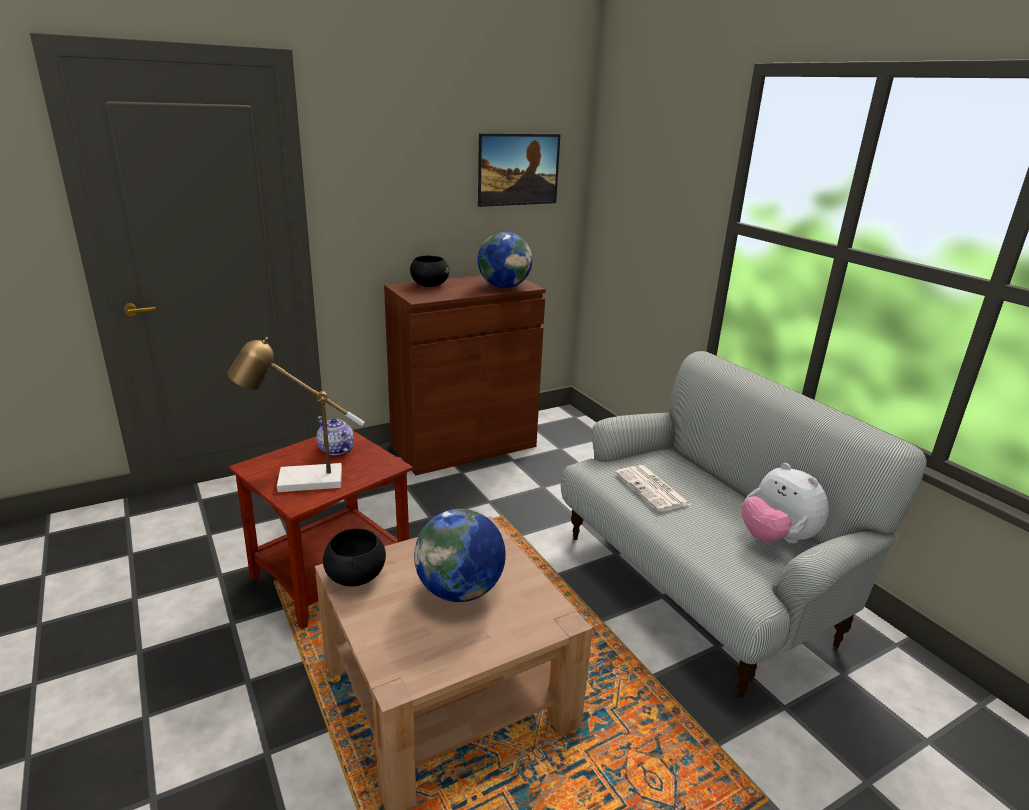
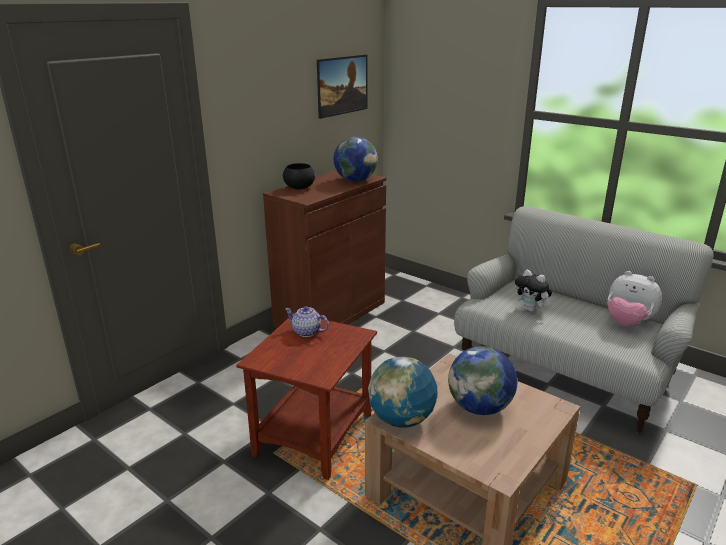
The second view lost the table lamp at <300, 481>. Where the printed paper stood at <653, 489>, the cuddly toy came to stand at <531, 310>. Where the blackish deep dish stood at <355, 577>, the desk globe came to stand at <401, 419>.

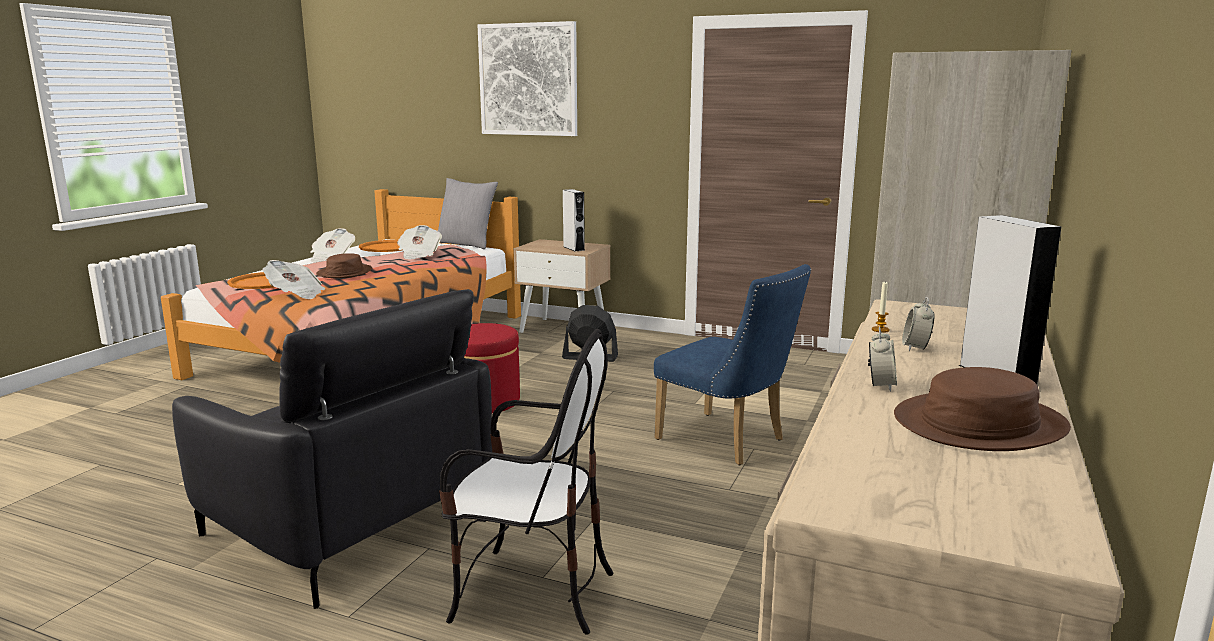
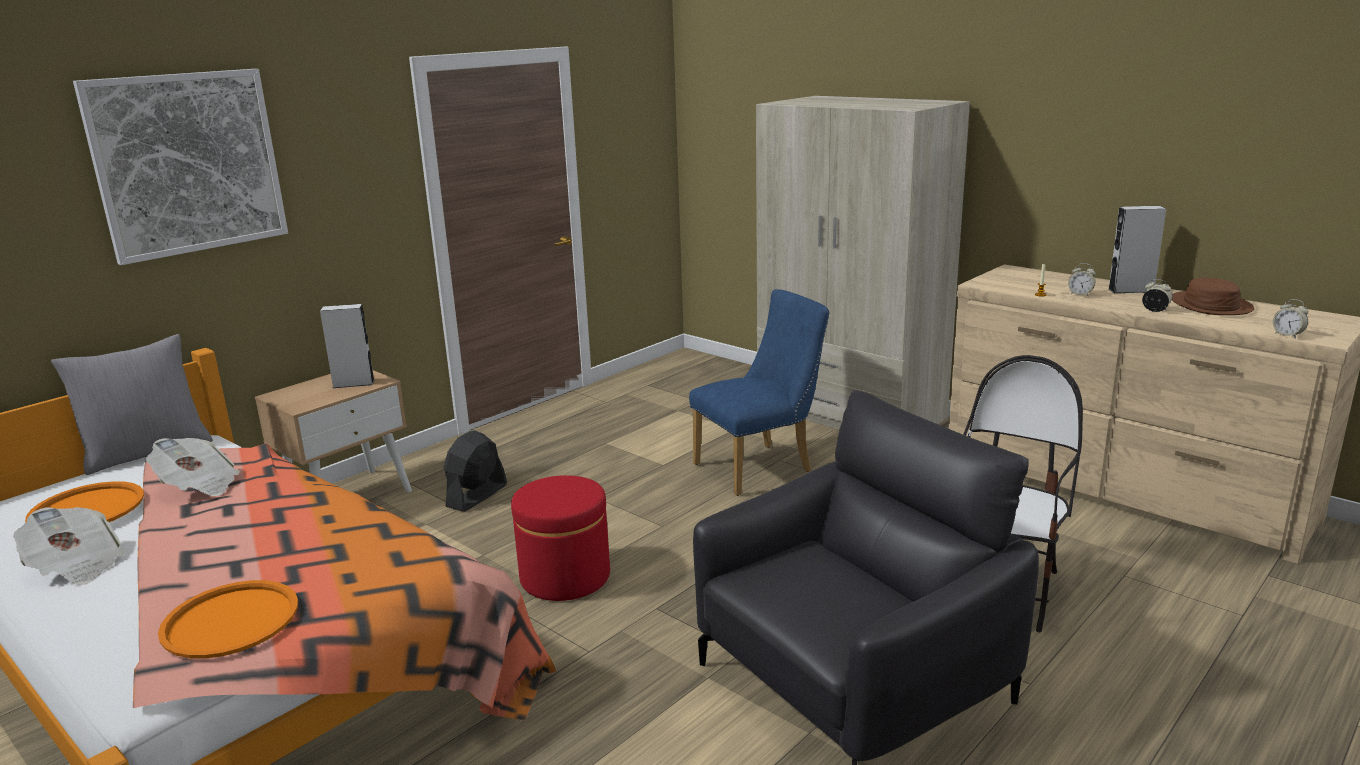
The second view lost the brown wearable hat at <344, 272>. The second view lost the printed paper at <296, 294>. The second view gained the bedside clock at <1287, 335>.

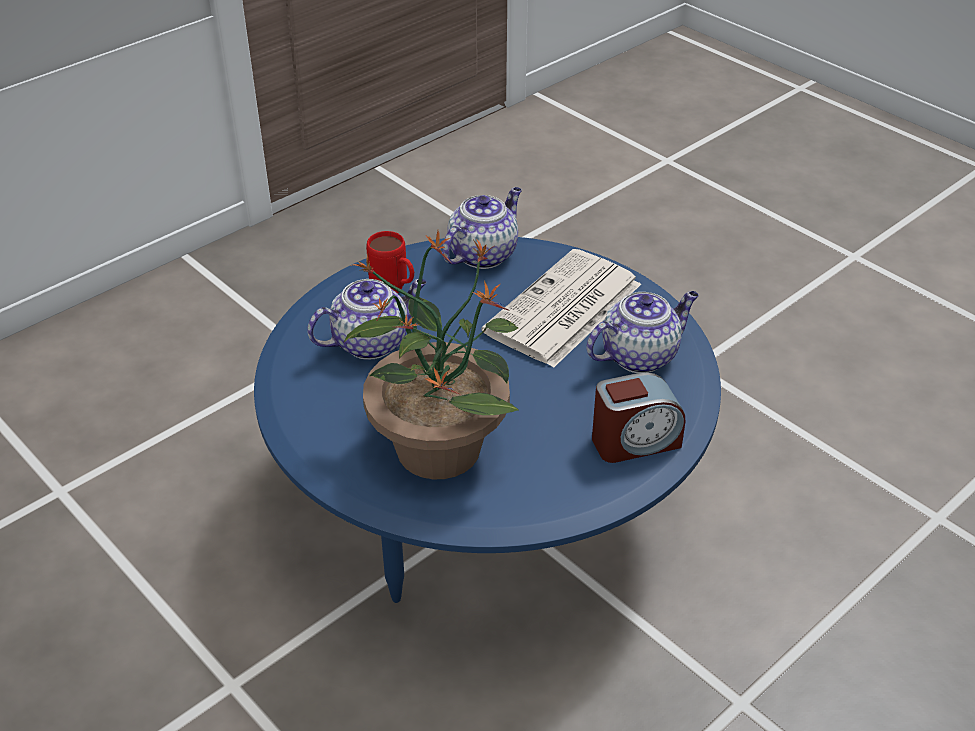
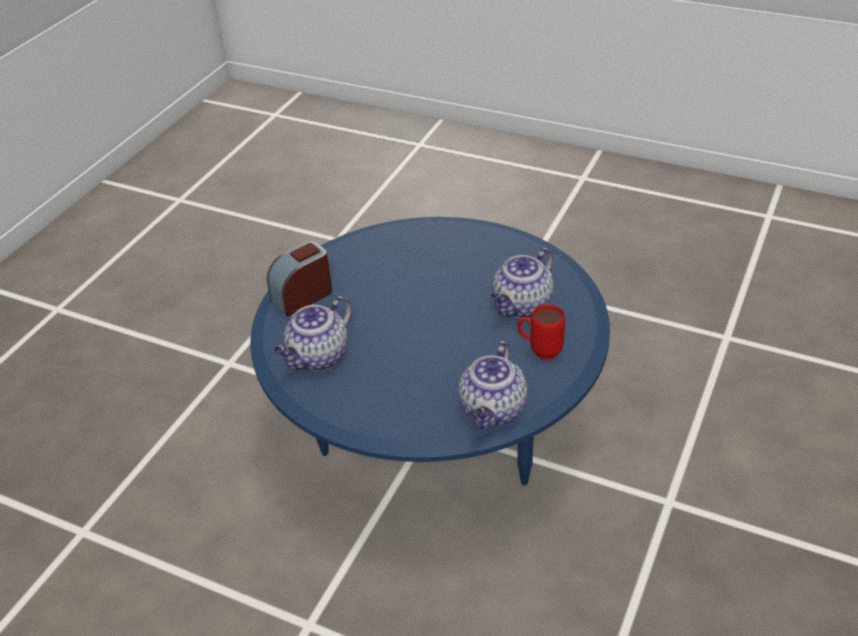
The second view lost the potted plant at <438, 446>. The second view lost the printed paper at <563, 310>.

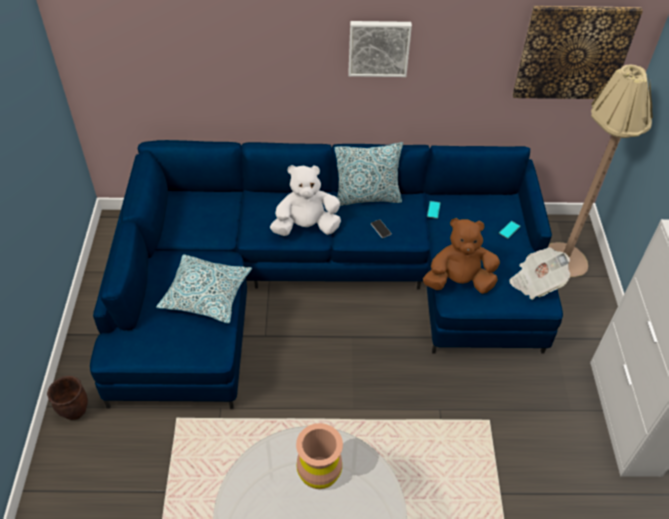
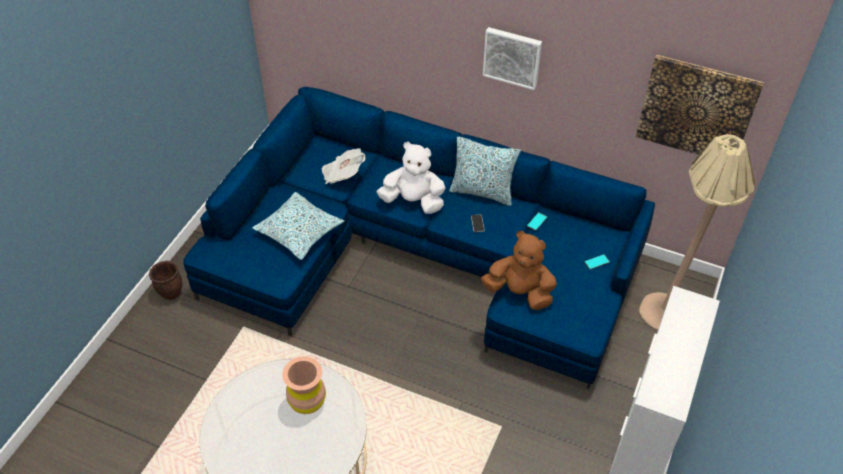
The printed paper ended up elsewhere, having gone from <536, 282> to <343, 174>.

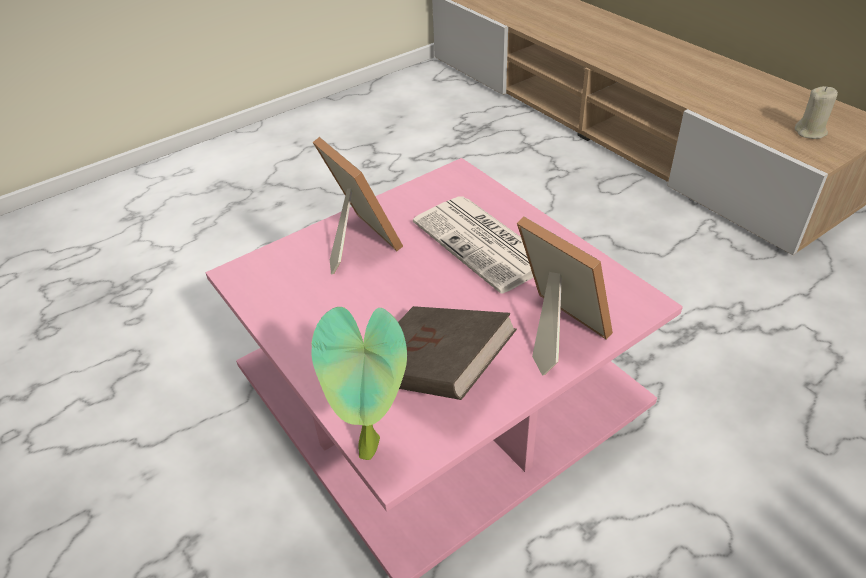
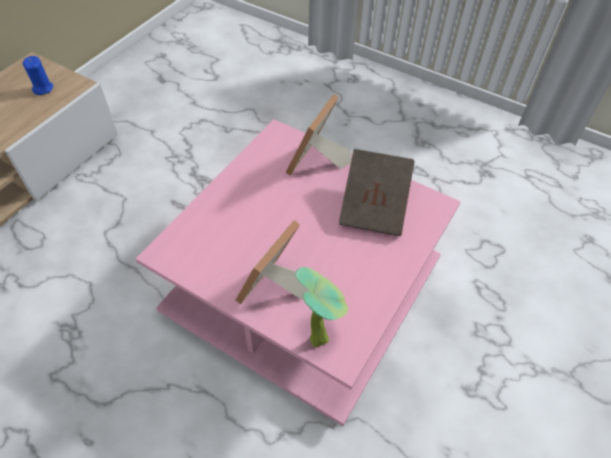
What was the beige-coloured candle at <810, 132> turned into the blue candle at <43, 88>. The second view lost the printed paper at <485, 244>. The potted plant ended up elsewhere, having gone from <373, 451> to <320, 337>.

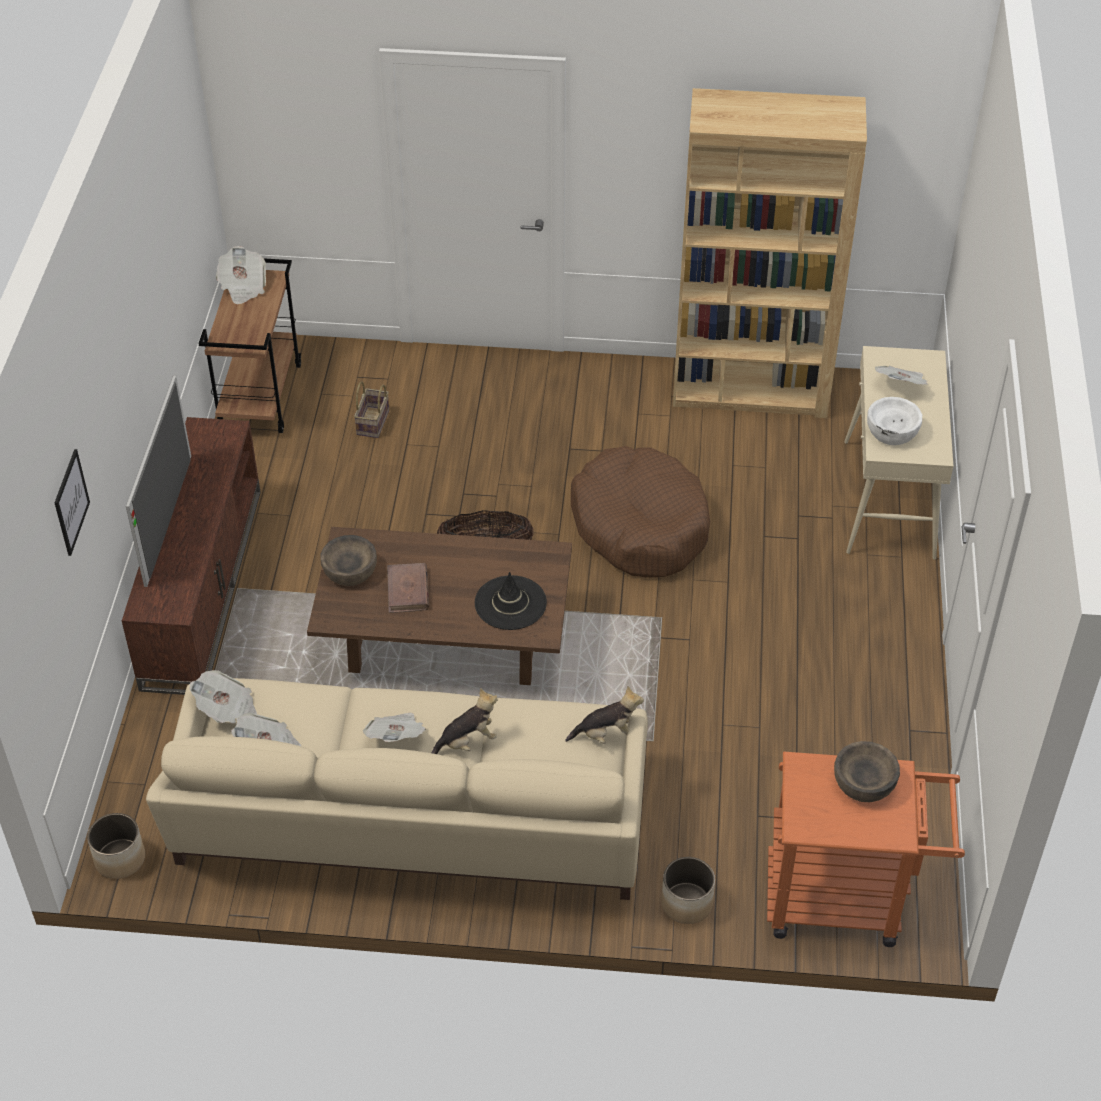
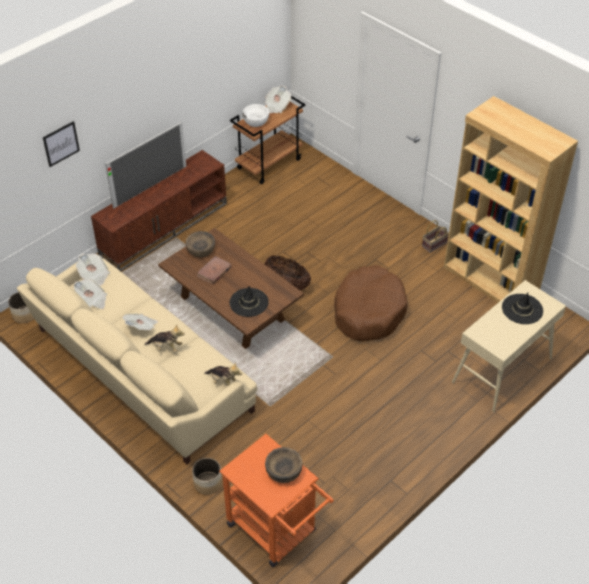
Where the printed paper stood at <901, 386>, the blackish wearable hat came to stand at <522, 309>. The household basket ended up elsewhere, having gone from <373, 423> to <434, 245>. The white deep dish ended up elsewhere, having gone from <892, 432> to <256, 121>.

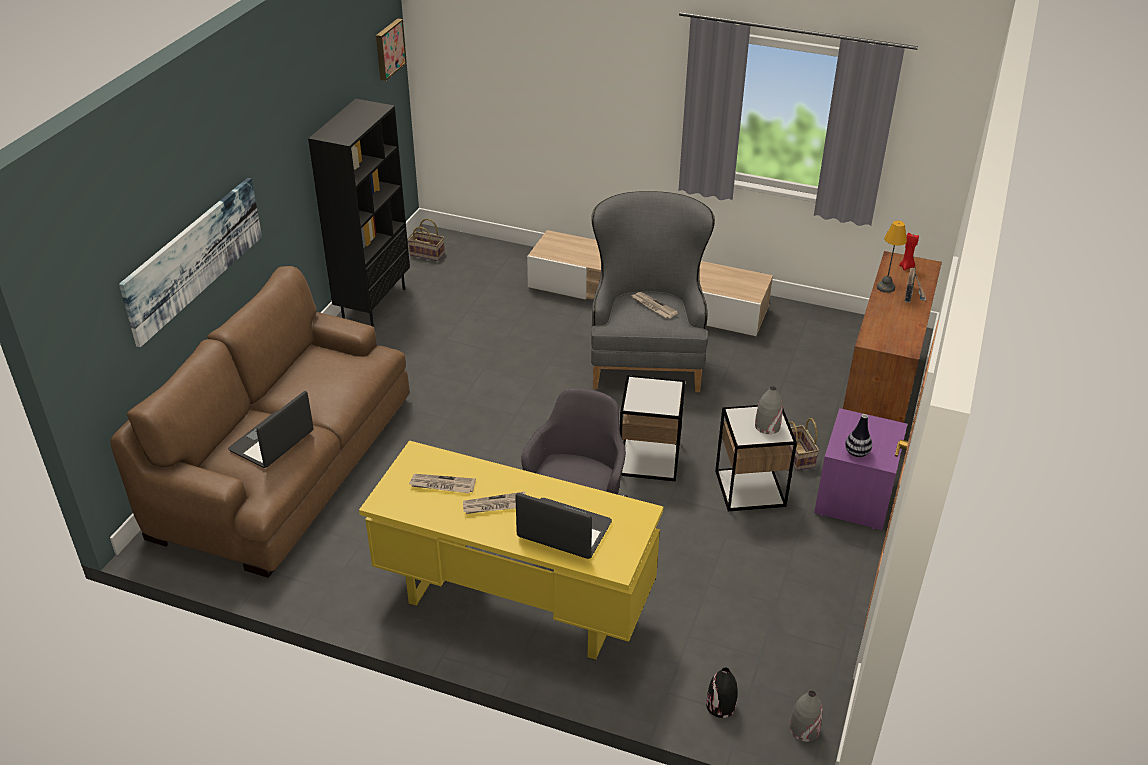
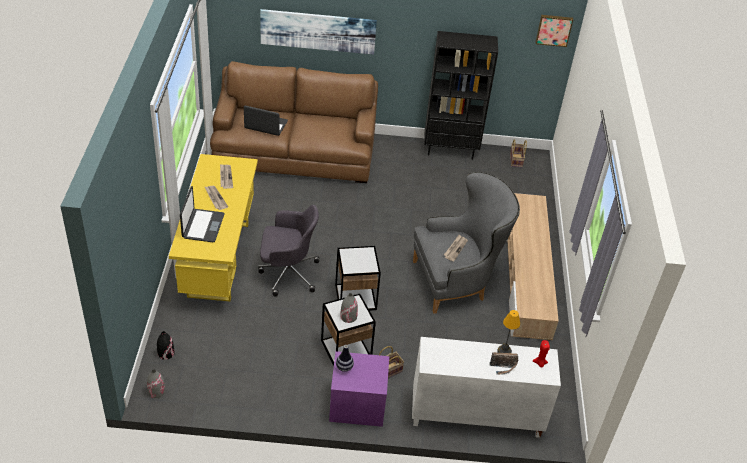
What was the brown cabinet at <881, 396> turned into the white cabinet at <475, 416>.

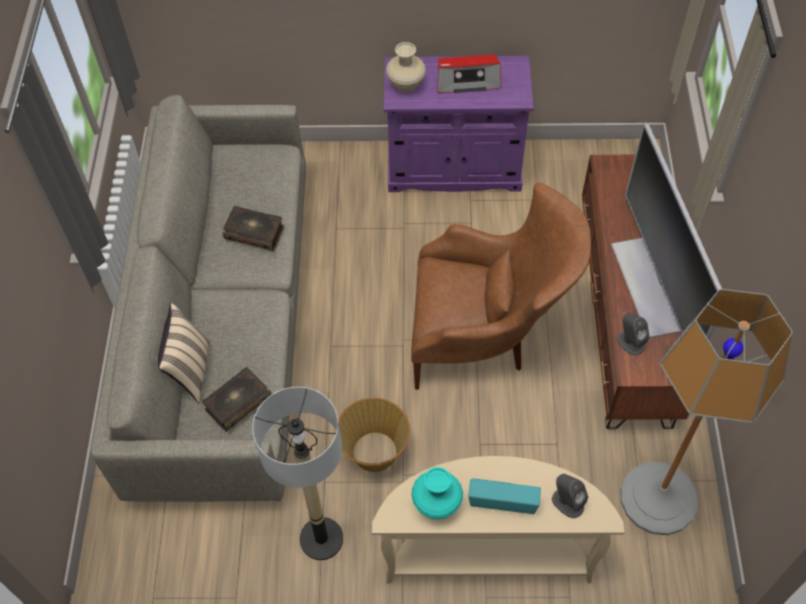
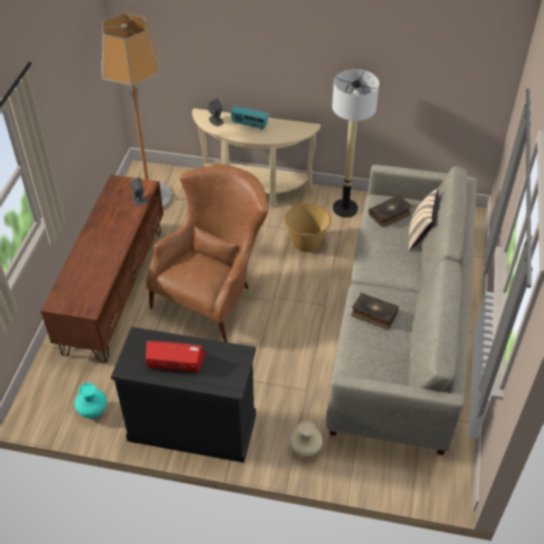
The beige-coloured flower vase ended up elsewhere, having gone from <405, 85> to <306, 449>. What was the purple-coloured cabinet at <454, 167> turned into the blackish cabinet at <192, 427>. The second view lost the TV set at <648, 286>. The brown easy chair at <487, 336> ended up facing another way, 105 degrees clockwise from before. The blue-green flower vase ended up elsewhere, having gone from <437, 504> to <93, 411>.

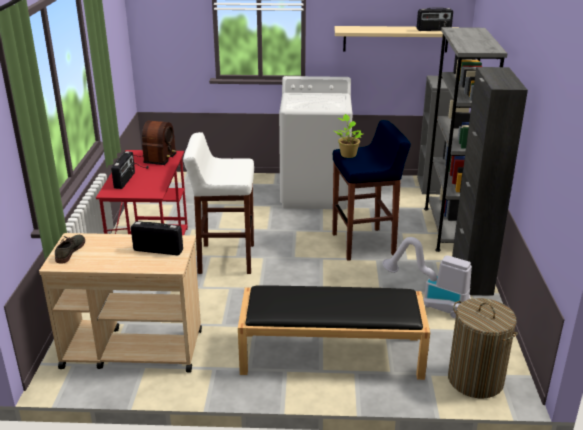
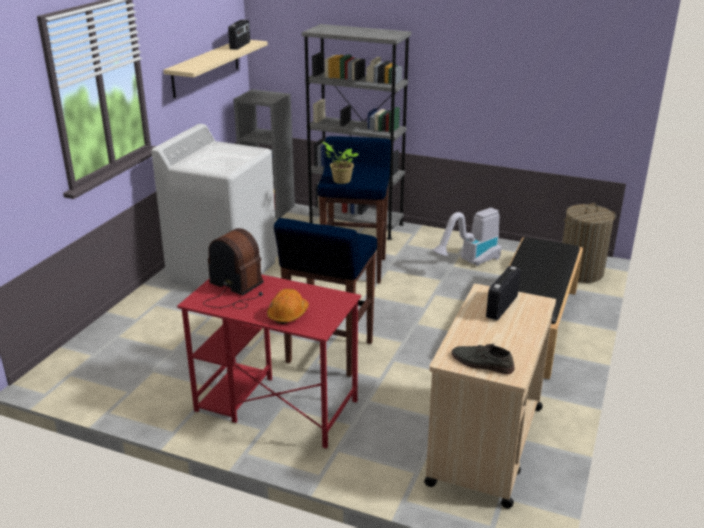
The second view lost the blackish cabinet at <471, 276>. What was the white stool seat at <225, 259> turned into the blue stool seat at <329, 353>. Where the radio set stood at <125, 180>, the orange work helmet came to stand at <288, 314>.

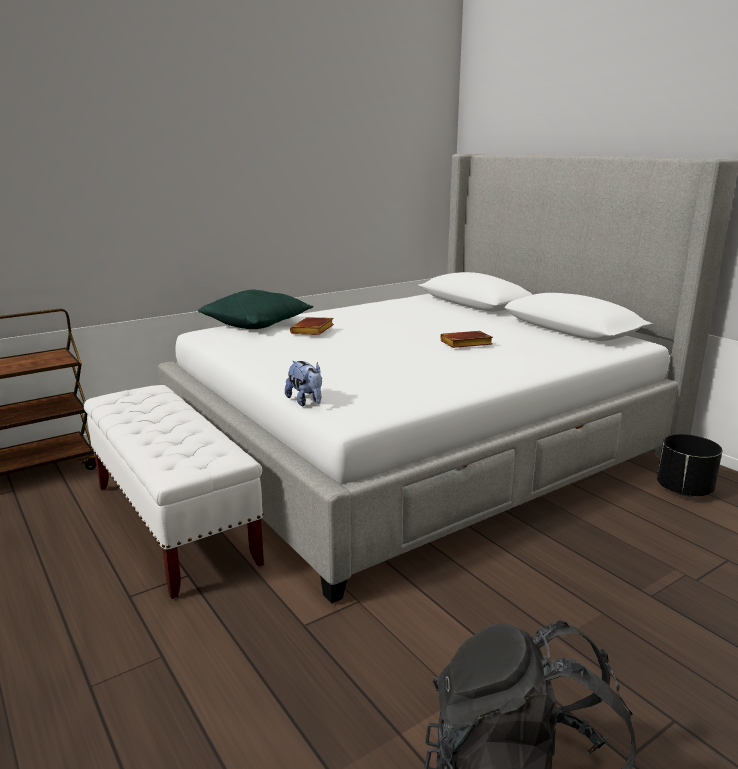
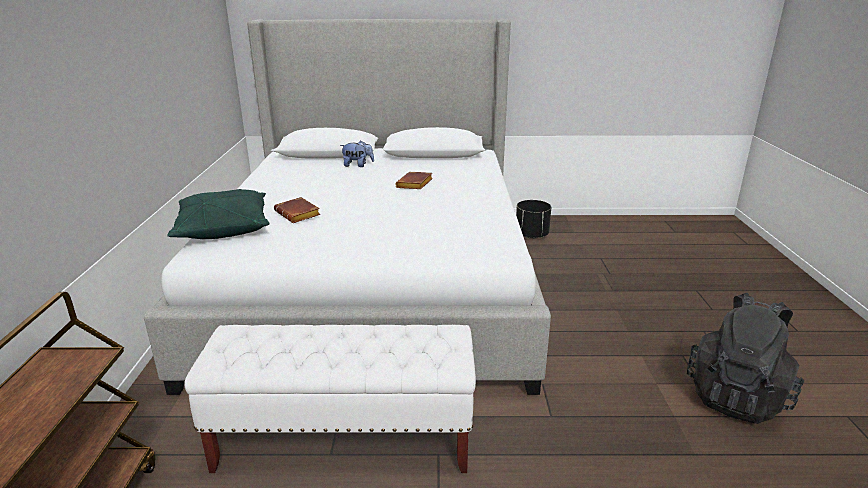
The cuddly toy ended up elsewhere, having gone from <306, 402> to <358, 165>.

